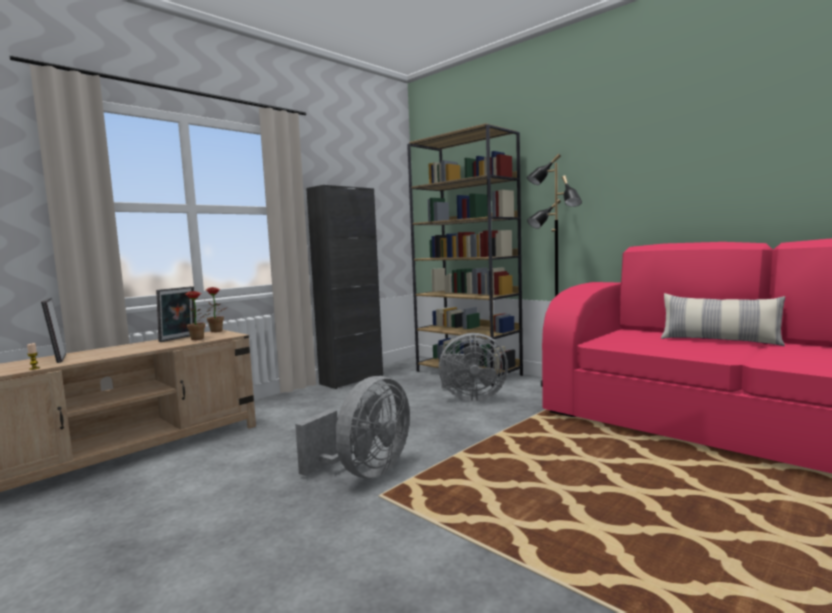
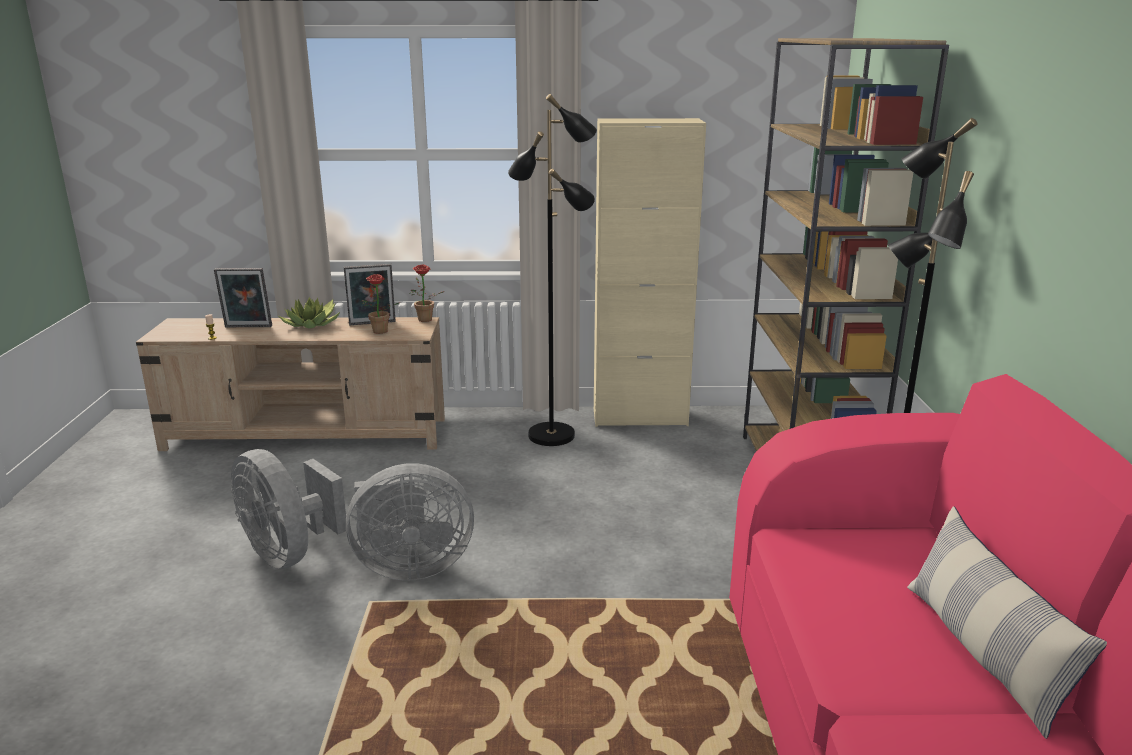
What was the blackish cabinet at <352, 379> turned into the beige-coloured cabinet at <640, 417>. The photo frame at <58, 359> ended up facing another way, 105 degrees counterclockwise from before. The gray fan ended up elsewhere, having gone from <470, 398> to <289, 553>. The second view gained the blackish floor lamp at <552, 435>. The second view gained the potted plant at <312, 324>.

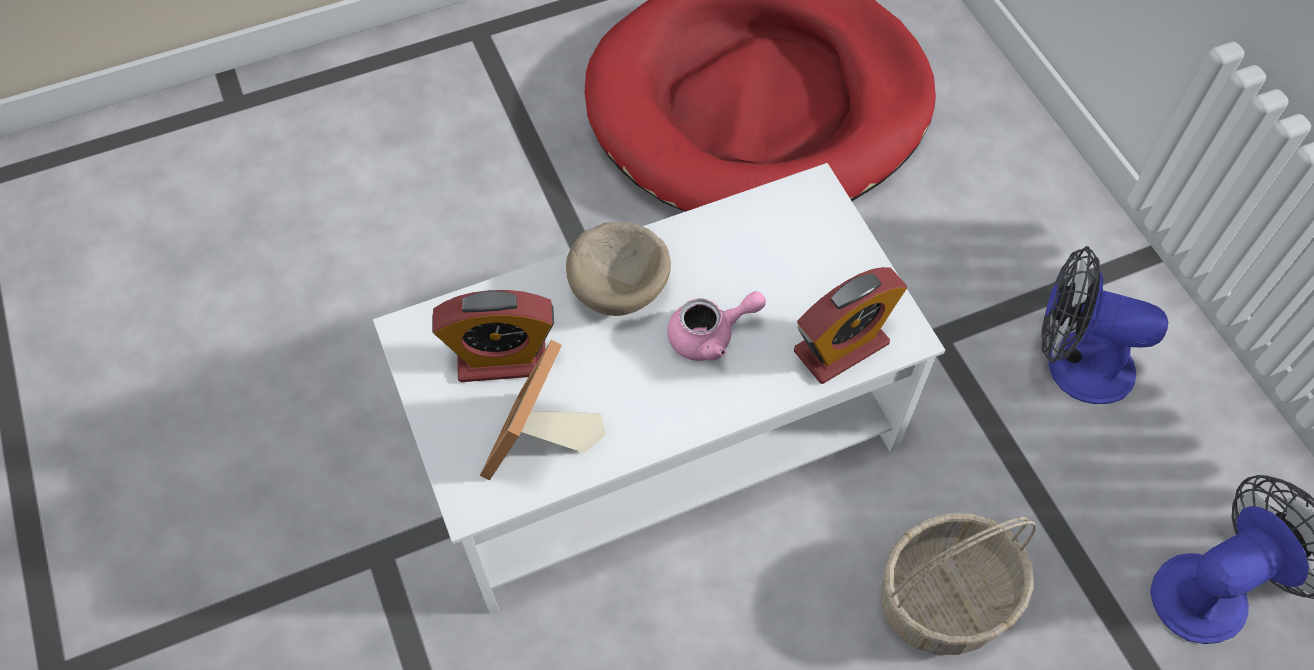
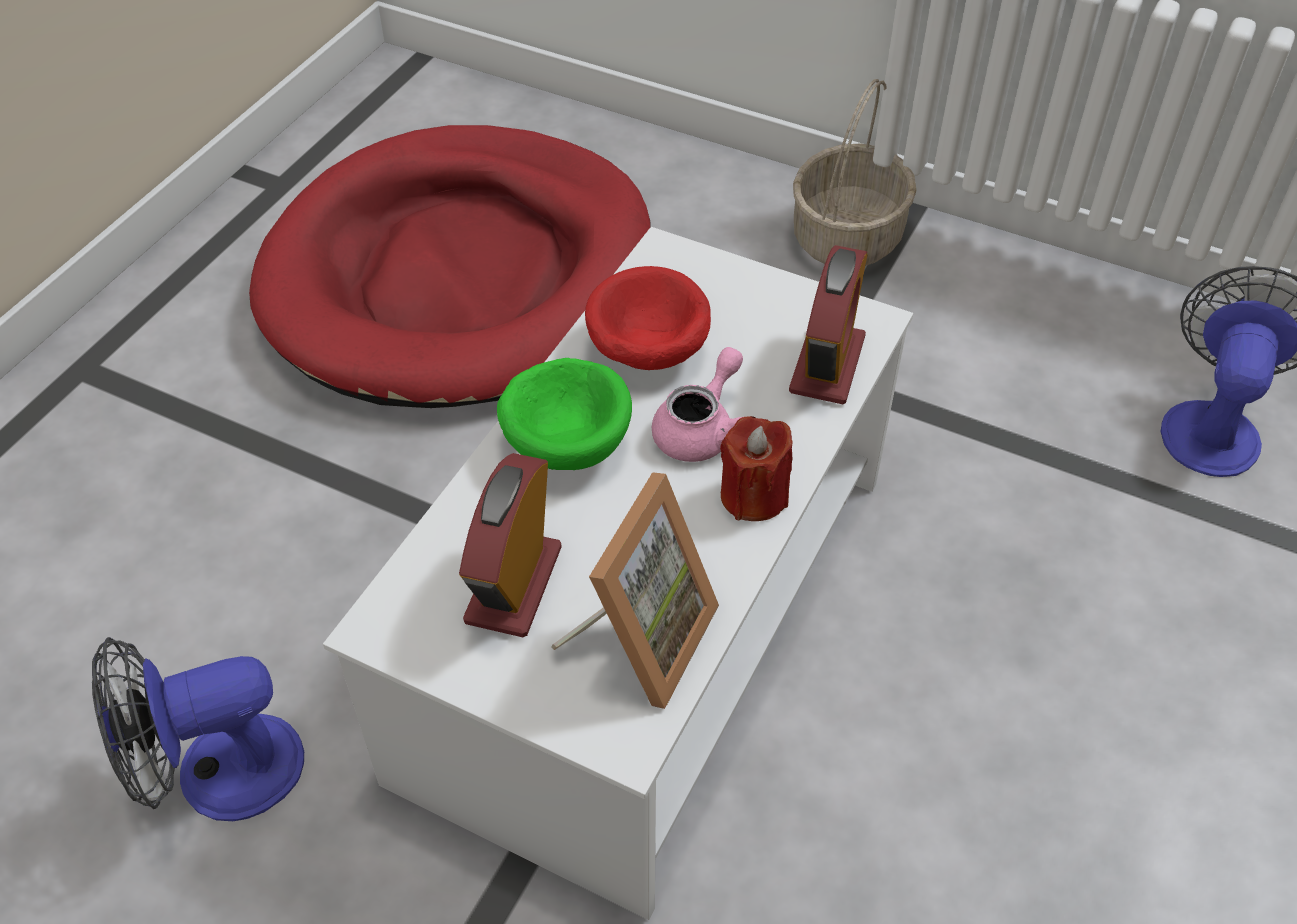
What was the beige-coloured deep dish at <621, 287> turned into the green deep dish at <568, 442>. The fan ended up elsewhere, having gone from <1074, 363> to <218, 775>. The bedside clock at <502, 359> ended up facing another way, 150 degrees clockwise from before. The photo frame at <539, 447> ended up facing another way, 135 degrees counterclockwise from before. The household basket ended up elsewhere, having gone from <944, 598> to <846, 236>. The second view gained the reddish deep dish at <646, 351>. The second view gained the reddish candle at <753, 496>.

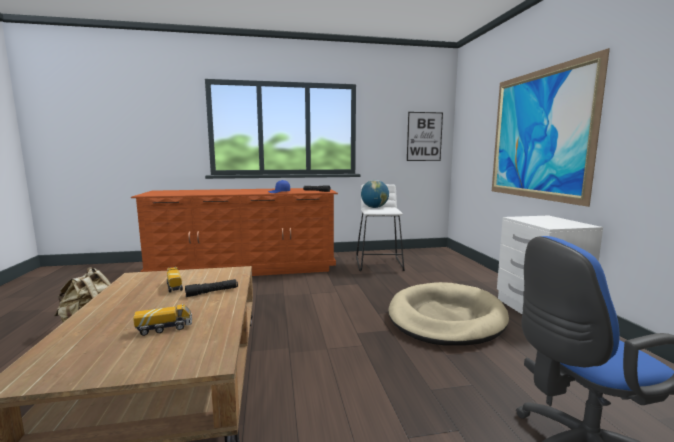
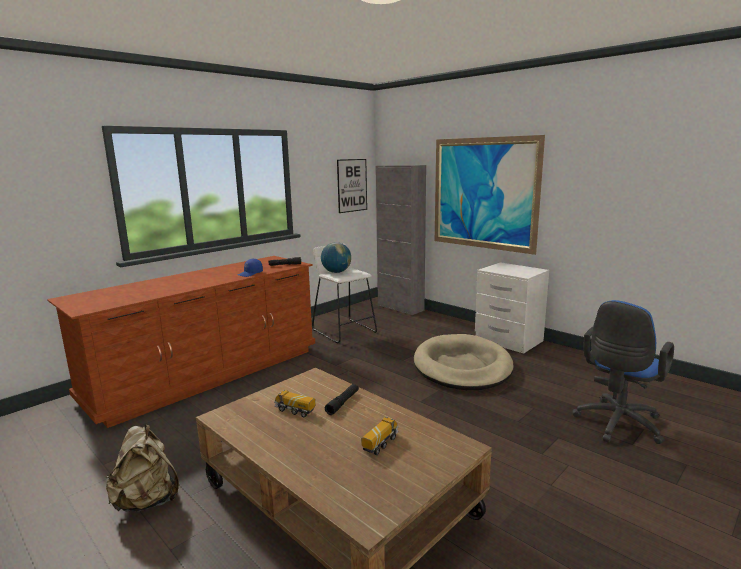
The second view gained the gray cabinet at <400, 308>.

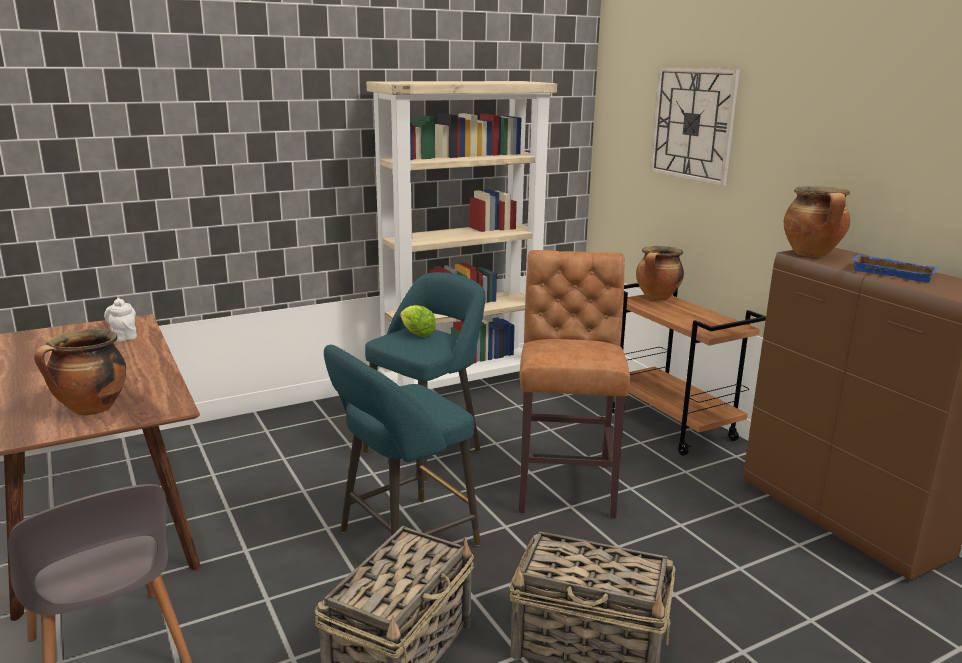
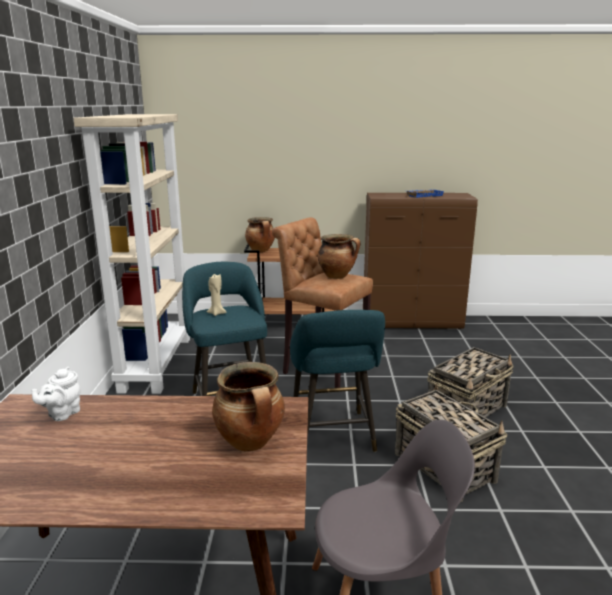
The second view lost the clock on the wall at <693, 124>. The stockpot ended up elsewhere, having gone from <812, 254> to <337, 276>. The white teapot at <124, 336> ended up facing another way, 60 degrees counterclockwise from before. Where the lettuce stood at <416, 333>, the beige-coloured candle came to stand at <216, 313>.

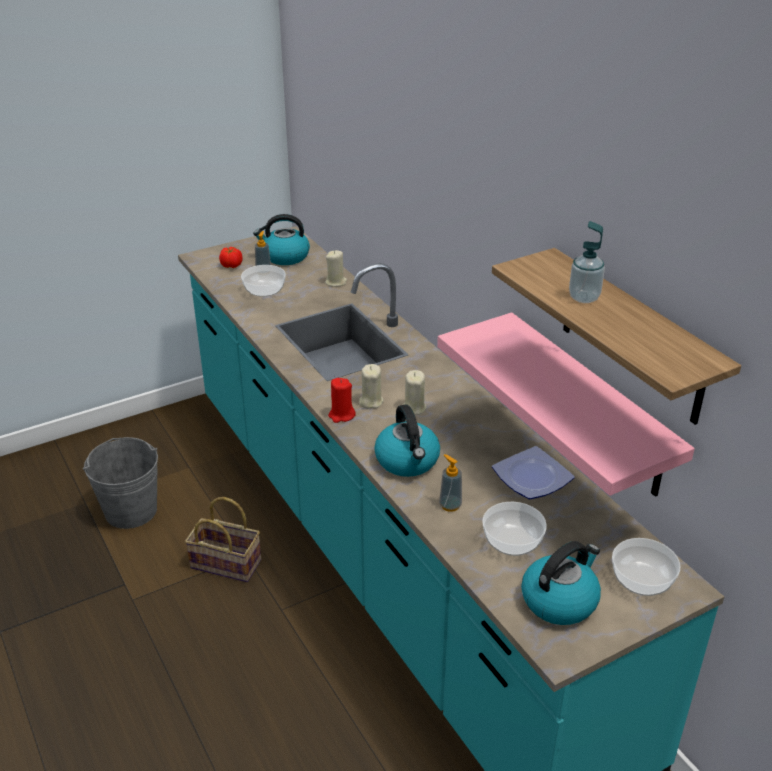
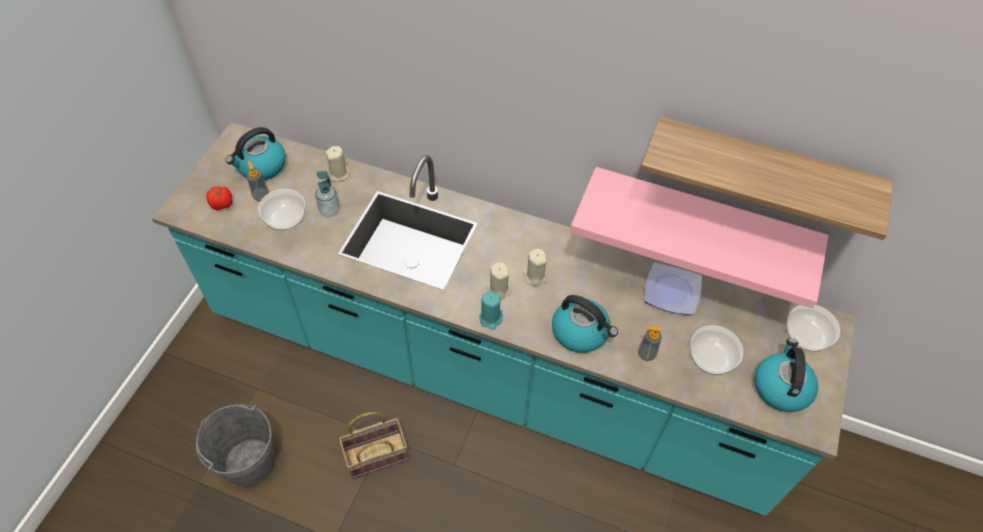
The soap bottle ended up elsewhere, having gone from <584, 297> to <330, 210>. What was the reddish candle at <341, 415> turned into the blue-green candle at <490, 318>.

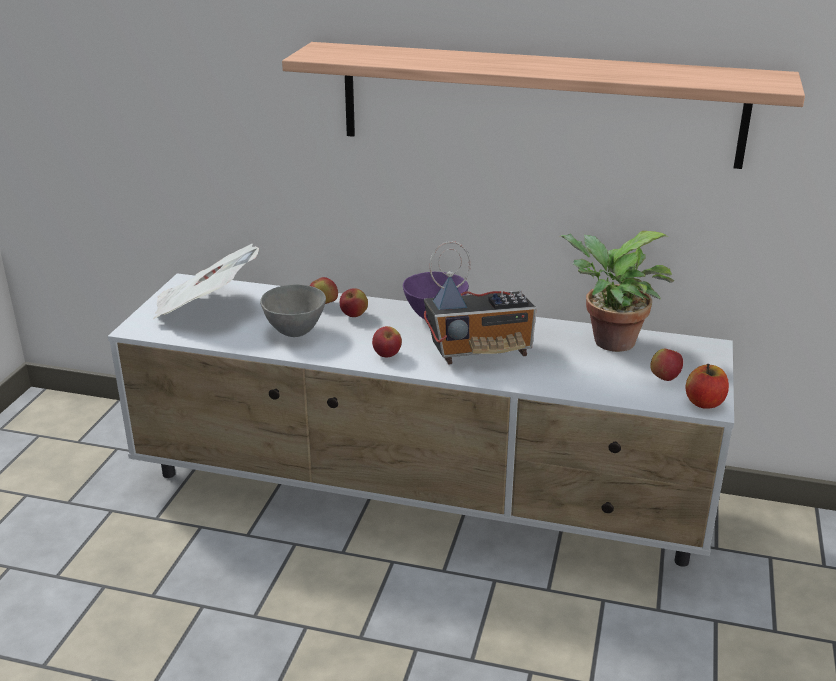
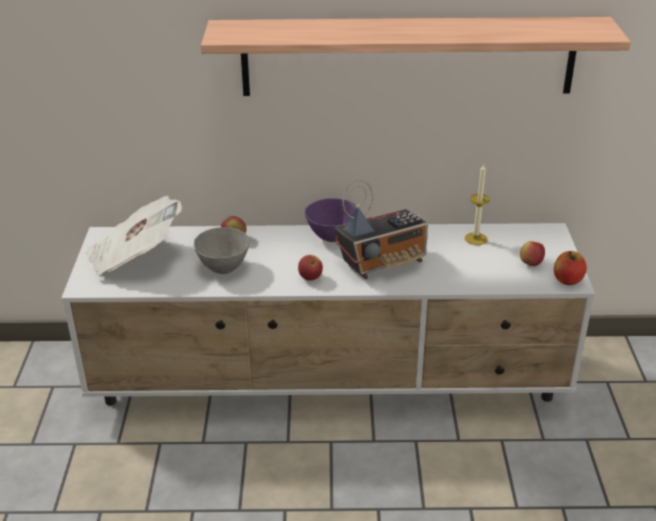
Where the potted plant stood at <608, 342>, the candle came to stand at <476, 238>. The second view lost the whole apple at <354, 315>.

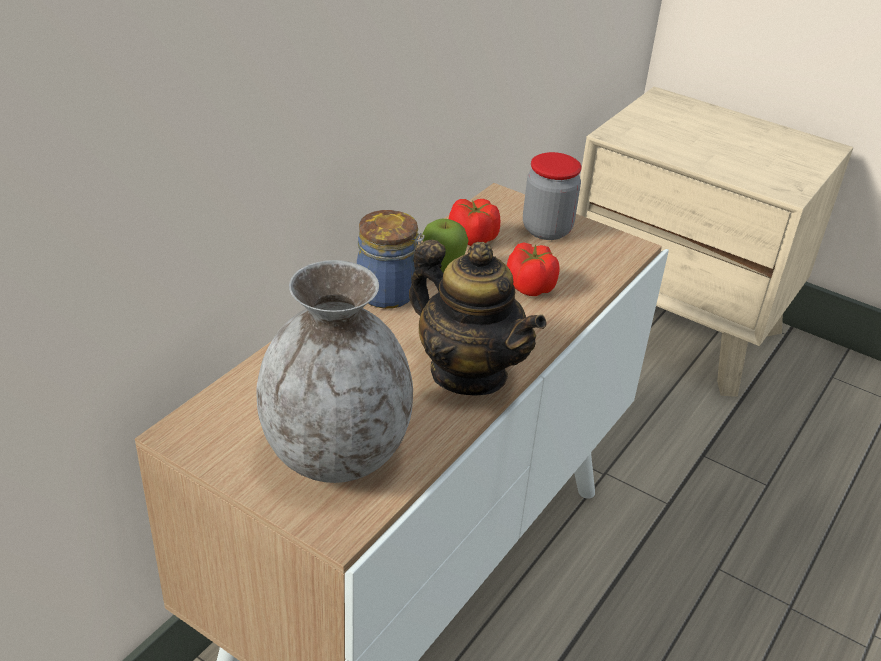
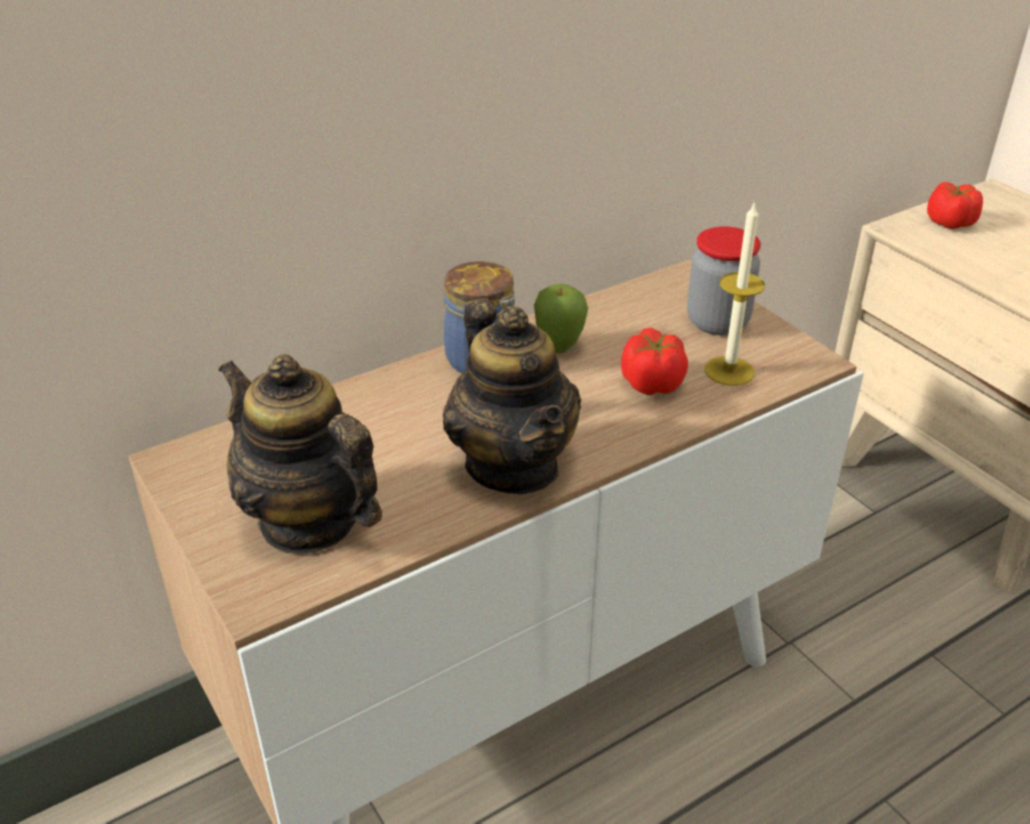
The tomato ended up elsewhere, having gone from <472, 239> to <950, 223>. Where the gray flower vase stood at <336, 455>, the teapot came to stand at <308, 521>. The second view gained the candle at <729, 371>.

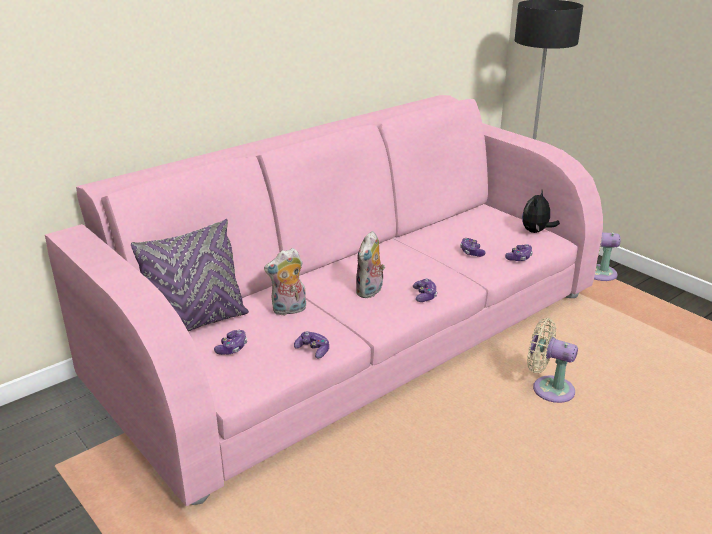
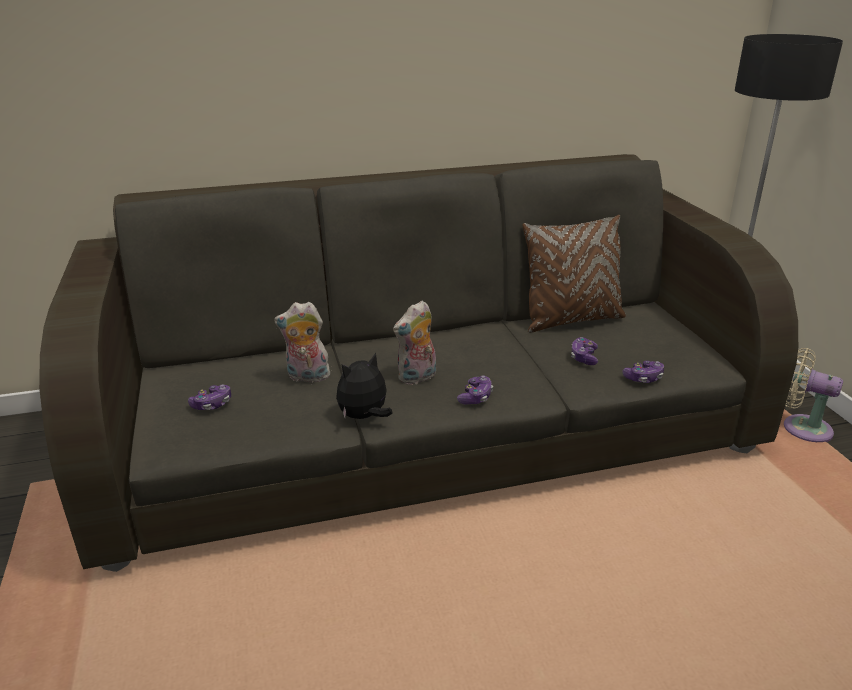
What was the pinkish couch at <355, 335> turned into the gray couch at <426, 428>. The cuddly toy ended up elsewhere, having gone from <536, 231> to <364, 417>. The second view lost the purple-coloured cushion at <197, 324>. The second view lost the beige-coloured fan at <548, 388>. The second view lost the gamepad at <313, 350>. The second view gained the brown cushion at <571, 320>.

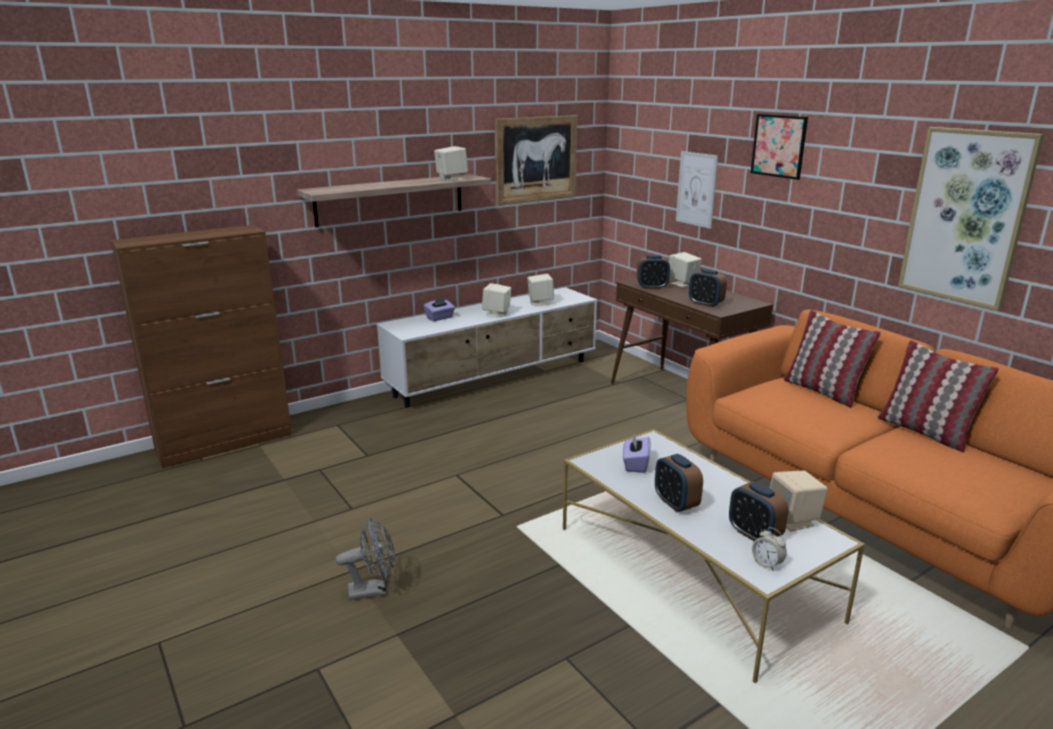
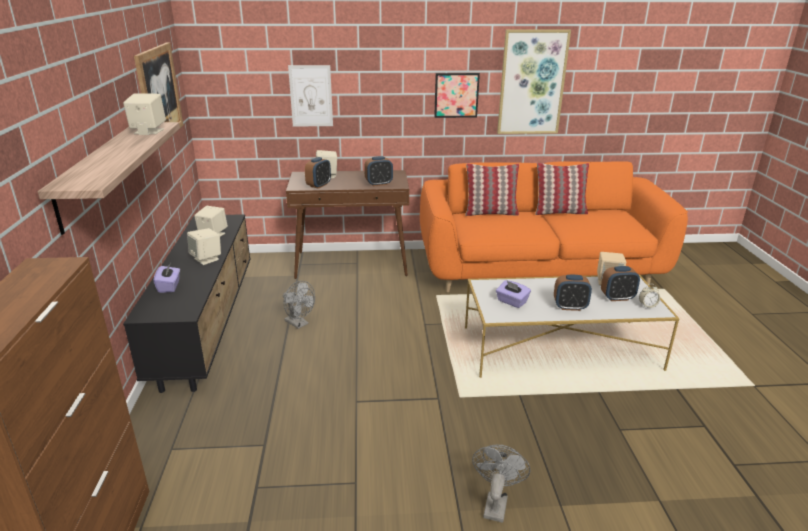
The picture ended up elsewhere, having gone from <778, 146> to <456, 95>. What was the white media console at <495, 378> turned into the blackish media console at <207, 323>. The second view gained the gray fan at <299, 324>.

